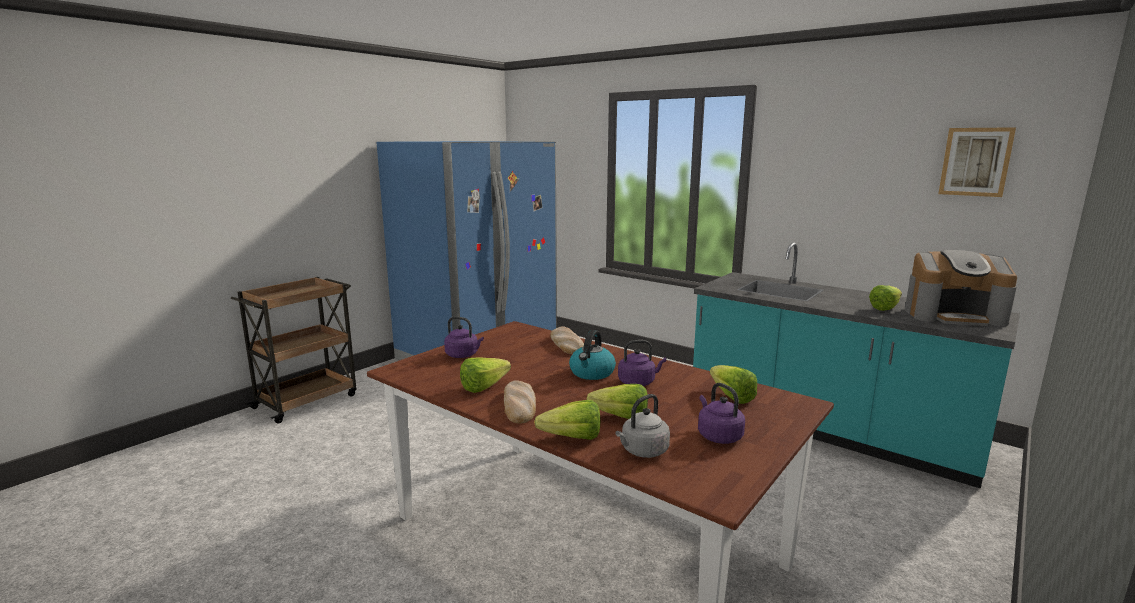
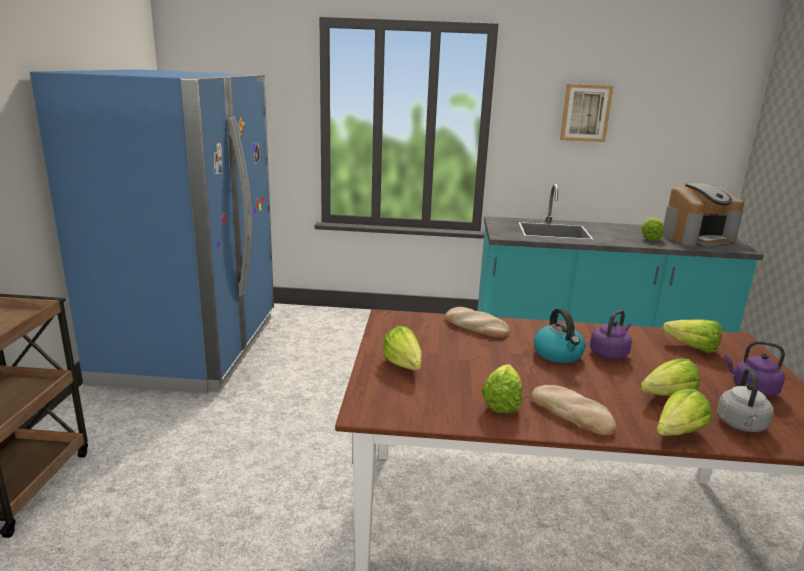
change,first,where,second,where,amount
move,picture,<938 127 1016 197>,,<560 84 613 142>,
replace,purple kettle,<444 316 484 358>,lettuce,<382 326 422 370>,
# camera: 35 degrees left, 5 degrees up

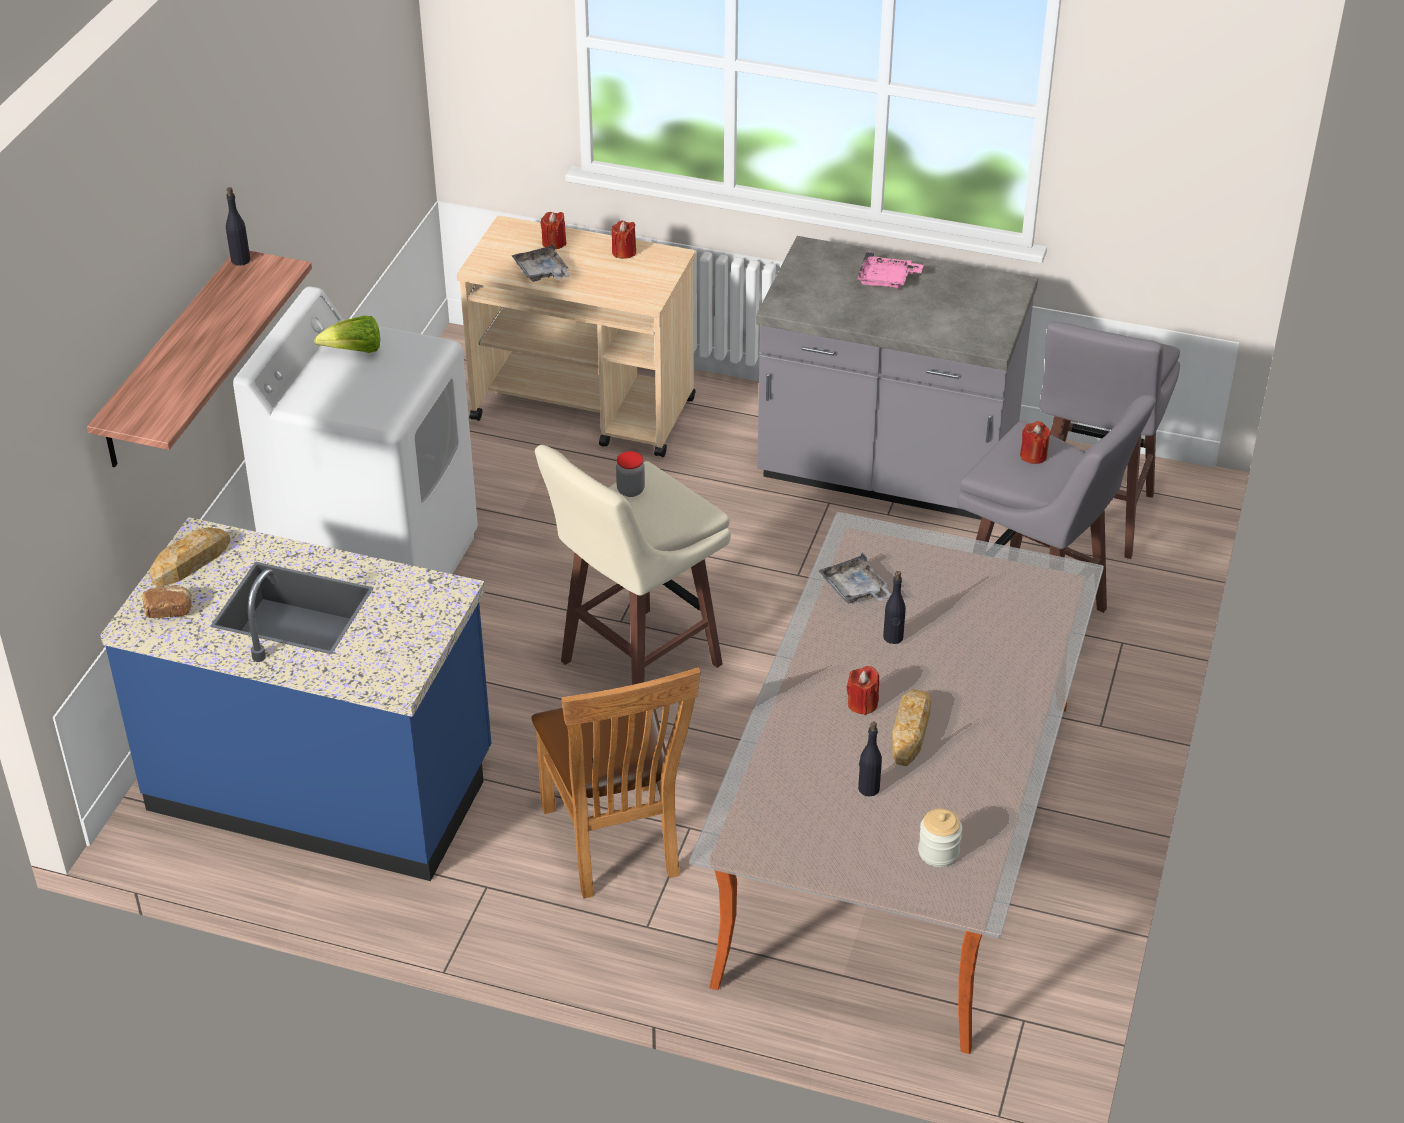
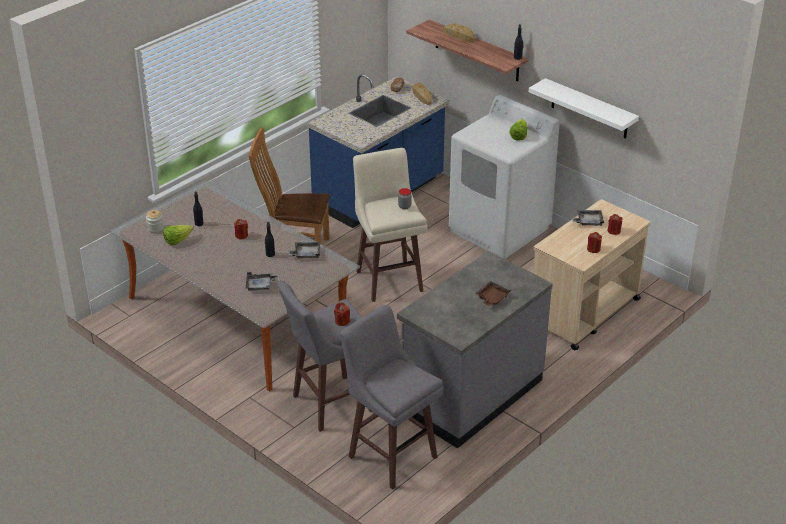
change,first,where,second,where,amount
recolor,pink tray,<857 252 924 289>,brown tray,<475 281 511 306>,
move,bread,<891 689 931 766>,,<443 23 475 42>,
insert,,,white shelf,<529 78 639 139>,
insert,,,lettuce,<163 225 194 245>,
insert,,,grey tray,<246 272 279 291>,
# camera: 115 degrees right, 5 degrees down

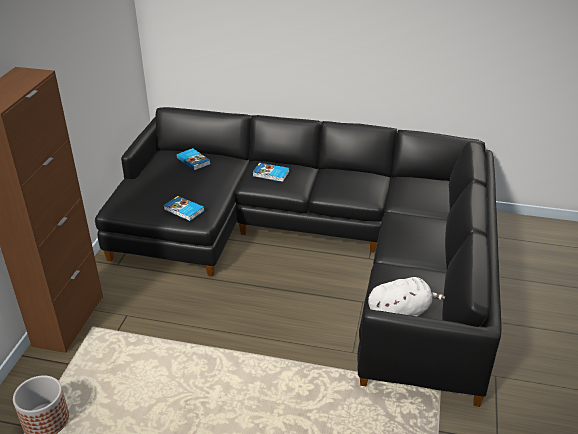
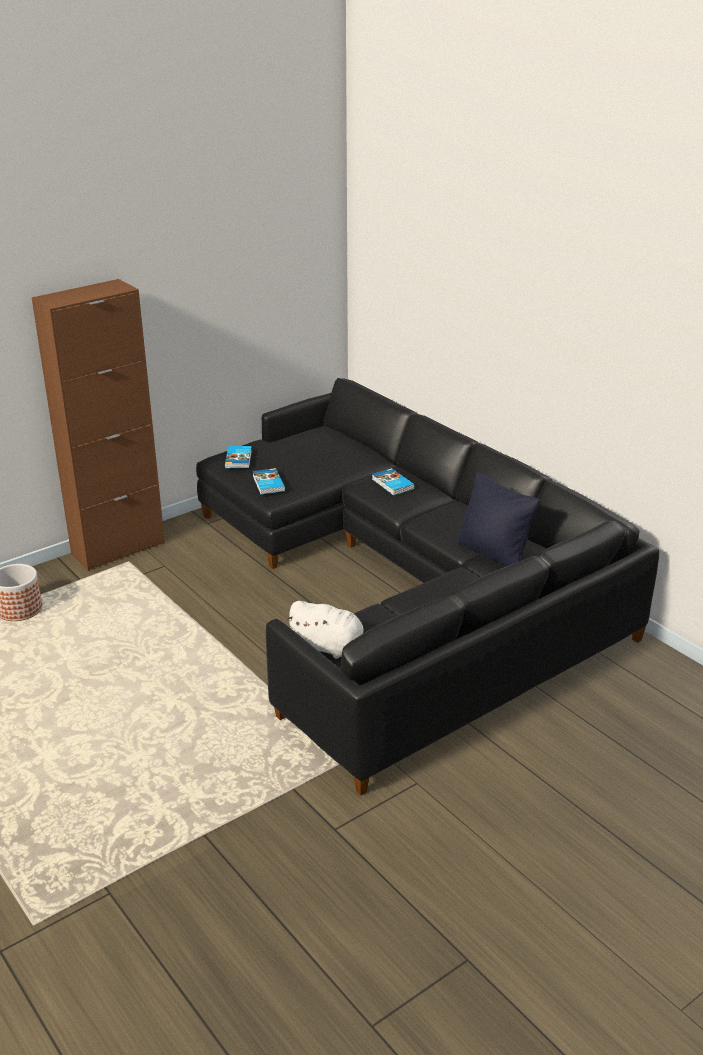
change,first,where,second,where,amount
move,book,<177 148 210 171>,,<225 446 252 468>,
insert,,,black pillow,<457 472 540 567>,
# camera: 40 degrees right, 5 degrees down

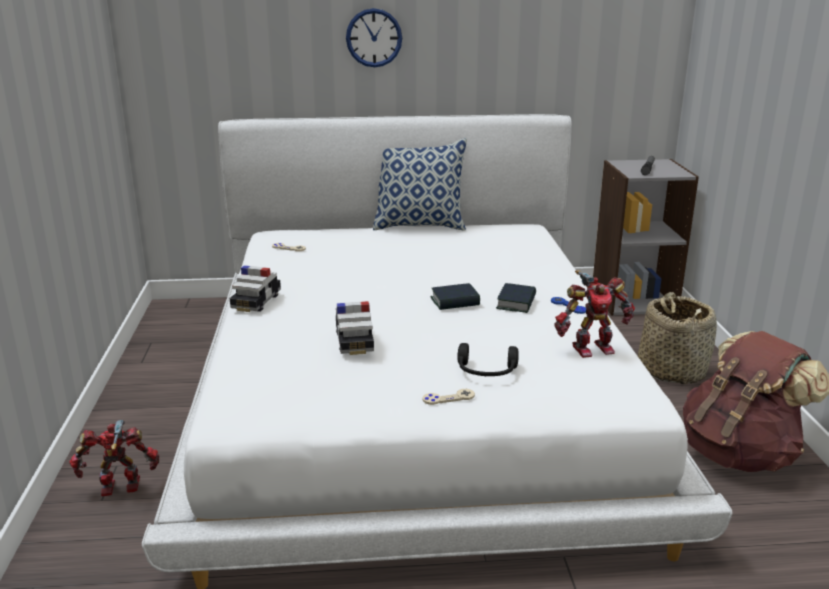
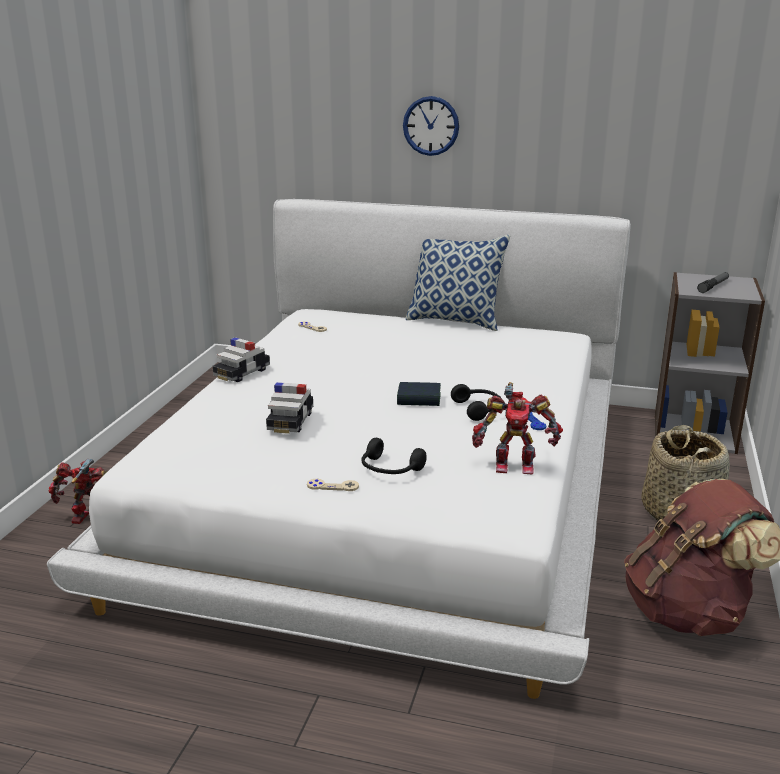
change,first,where,second,where,amount
replace,book,<496 283 536 313>,black headphones,<451 384 501 421>,
# camera: 20 degrees right, 0 degrees up

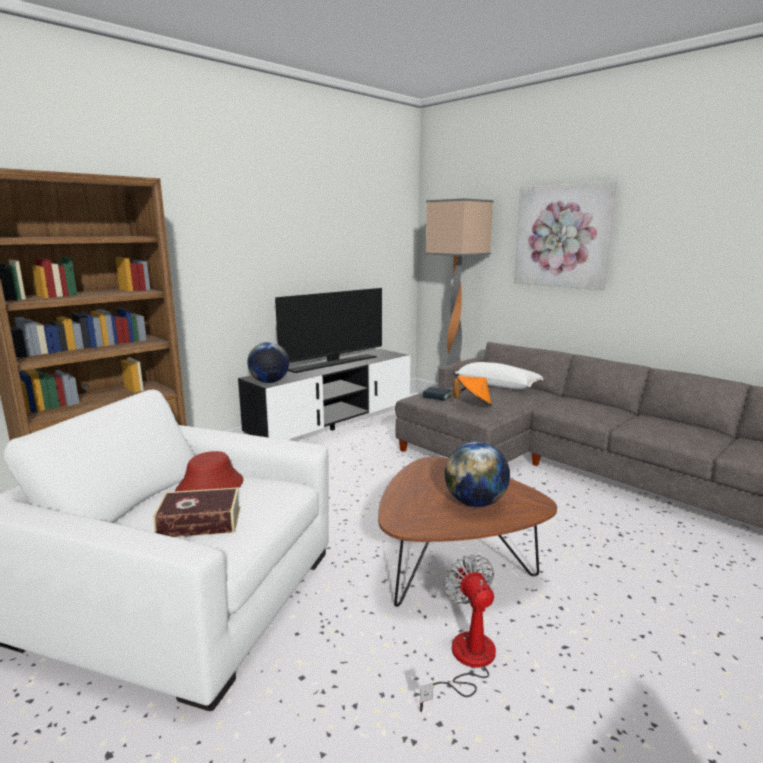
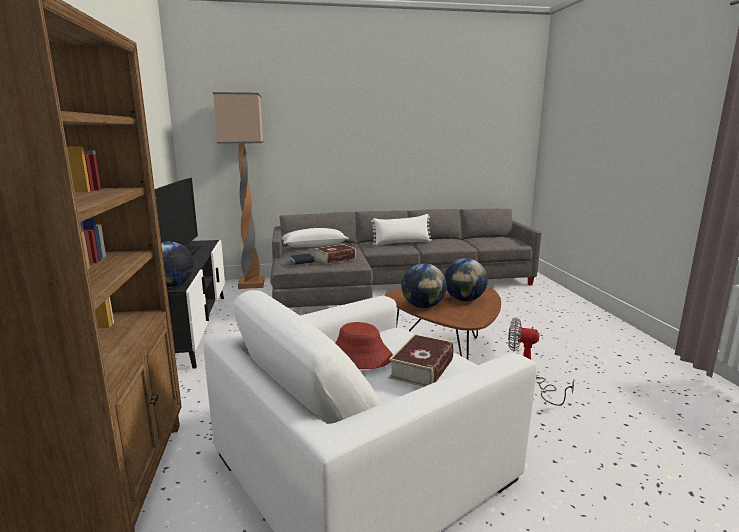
change,first,where,second,where,amount
delete,picture,<514 181 617 290>,,,
replace,orange hat,<453 376 492 406>,book,<315 244 356 264>,
insert,,,white pillow,<371 214 432 246>,
insert,,,globe,<401 263 447 308>,
# camera: 55 degrees left, 0 degrees up

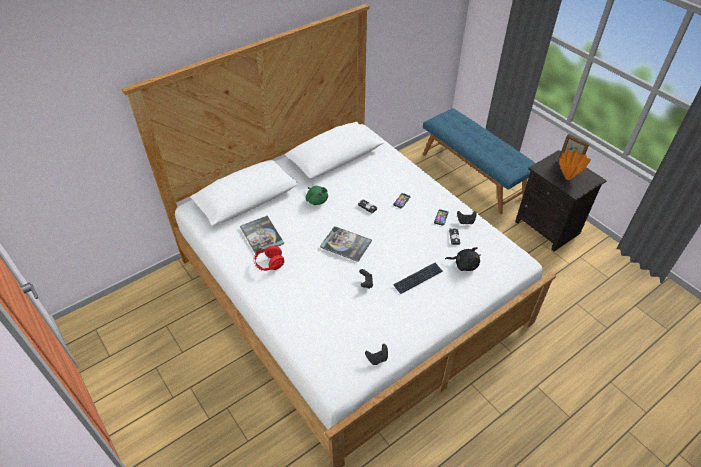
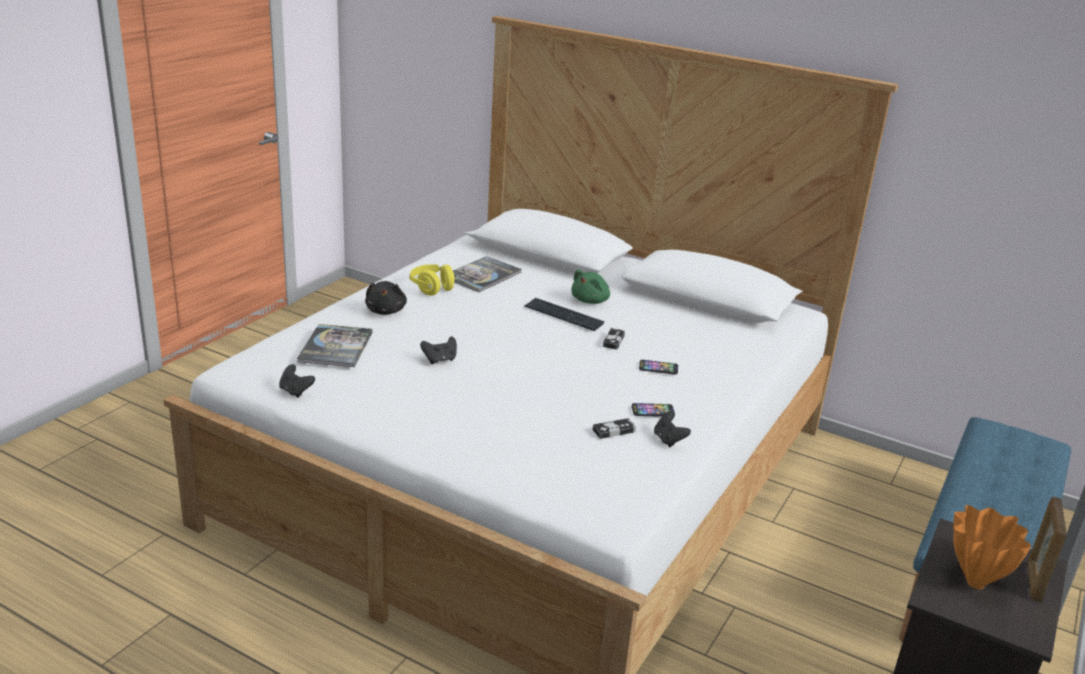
change,first,where,second,where,amount
move,book,<320 226 372 262>,,<297 324 372 367>,
recolor,red headphones,<254 246 284 271>,yellow headphones,<410 264 456 296>,
move,black plush toy,<445 247 481 271>,,<365 281 407 315>,
move,keyboard,<393 263 443 294>,,<524 298 604 331>,
# camera: 65 degrees right, 20 degrees down

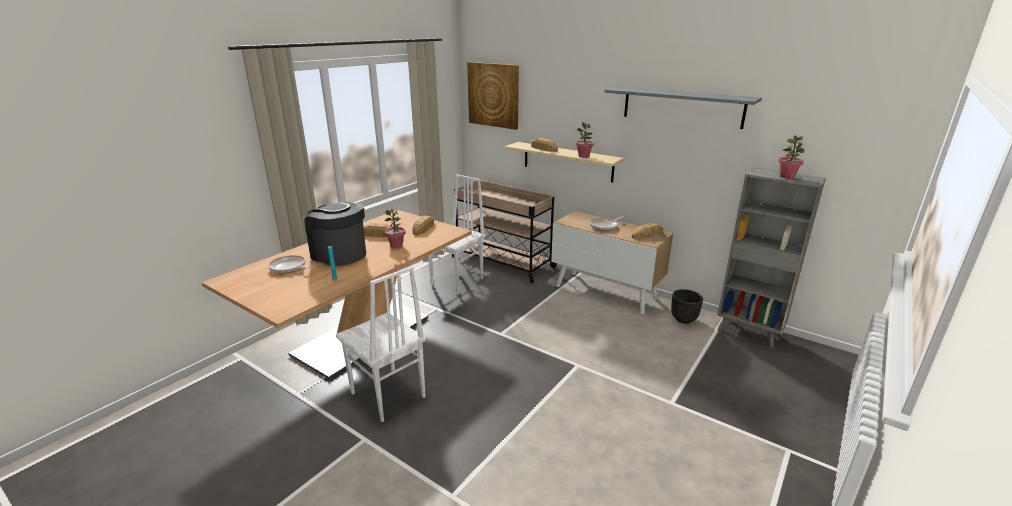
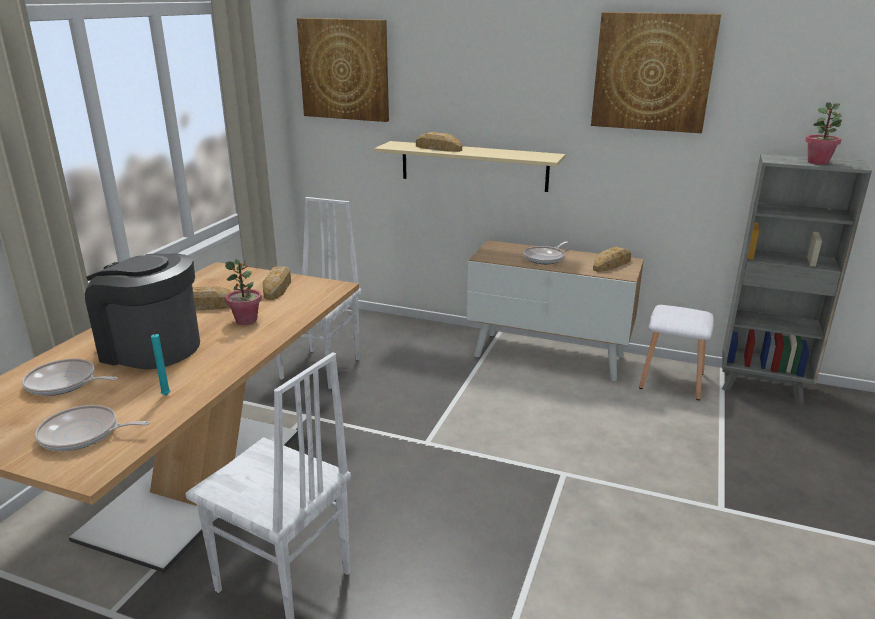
change,first,where,second,where,amount
replace,grey shelf,<605 87 762 129>,picture,<591 12 721 133>,
delete,potted plant,<576 122 594 158>,,,
delete,beige cart,<452 180 557 283>,,,
replace,black planter,<671 289 703 324>,white stool,<639 305 714 400>,
insert,,,frying pan,<35 405 150 451>,
# camera: 15 degrees left, 0 degrees up

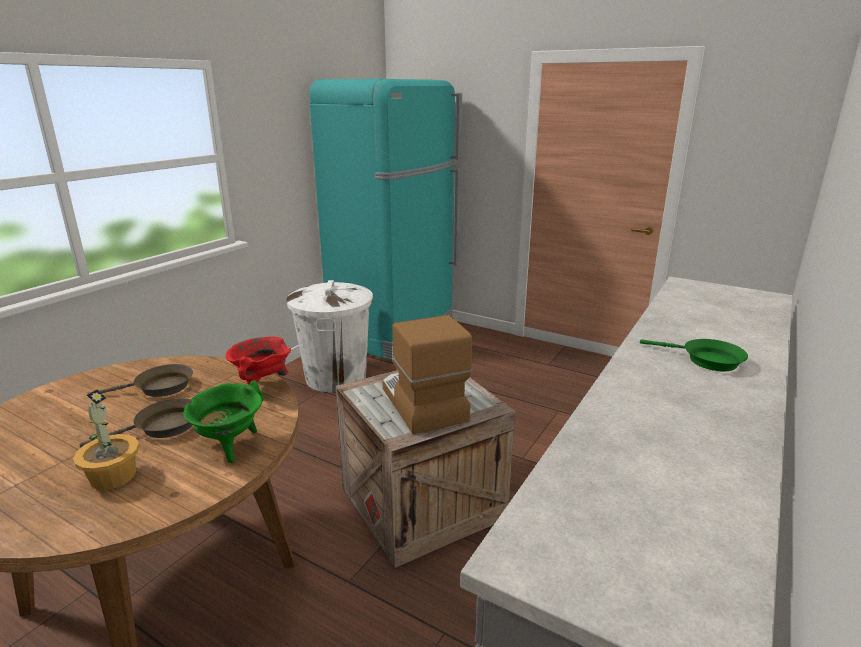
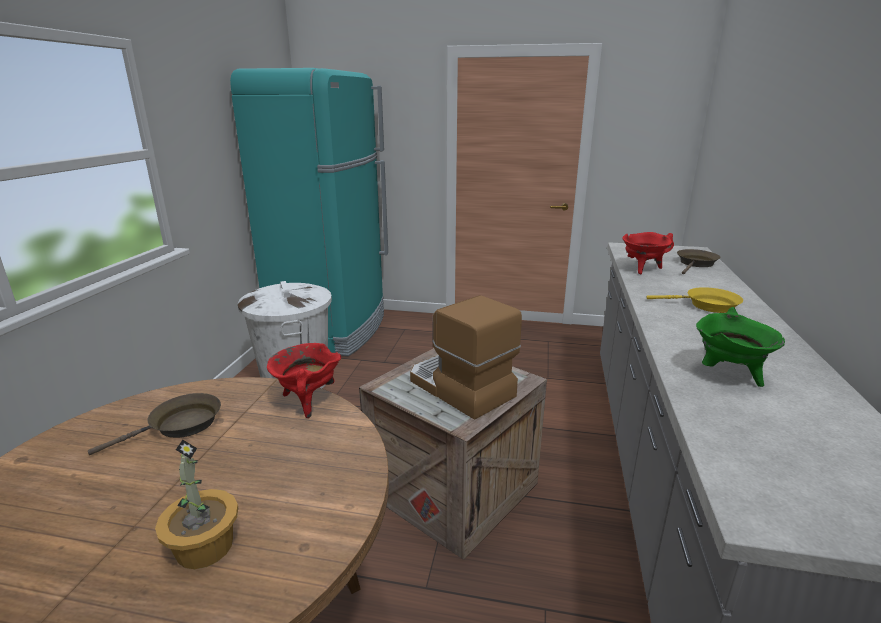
change,first,where,second,where,amount
recolor,green frying pan,<640 339 748 371>,yellow frying pan,<647 287 743 313>,
move,green cooking pot,<183 380 263 463>,,<696 307 785 387>,
move,brown frying pan,<79 398 193 448>,,<677 249 720 274>,
insert,,,red cooking pot,<622 232 674 274>,
# camera: 20 degrees left, 0 degrees up

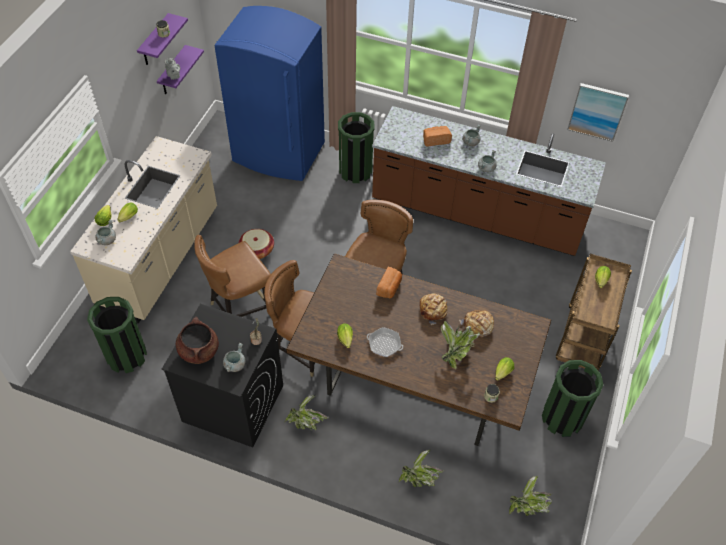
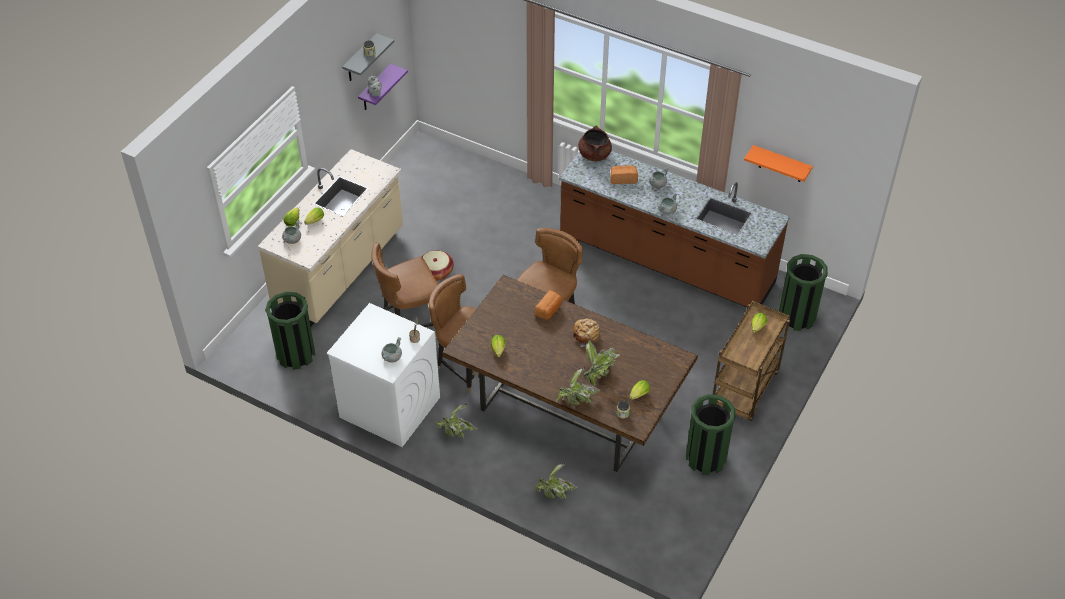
change,first,where,second,where,amount
delete,blue fridge,<215 6 325 181>,,,
recolor,purple shelf,<137 13 188 65>,grey shelf,<342 33 394 81>,
replace,picture,<567 83 629 142>,orange shelf,<744 145 813 182>,
move,green trash can,<338 112 375 183>,,<779 254 828 331>,
recolor,black washing machine,<162 304 283 447>,white washing machine,<327 303 440 447>,
delete,bread,<459 310 494 337>,,,
move,brown cooking pot,<176 317 219 364>,,<578 126 612 161>,
delete,frying pan,<367 327 403 357>,,,
move,potted plant,<509 475 552 516>,,<556 367 600 406>,
# camera: 10 degrees right, 5 degrees down

